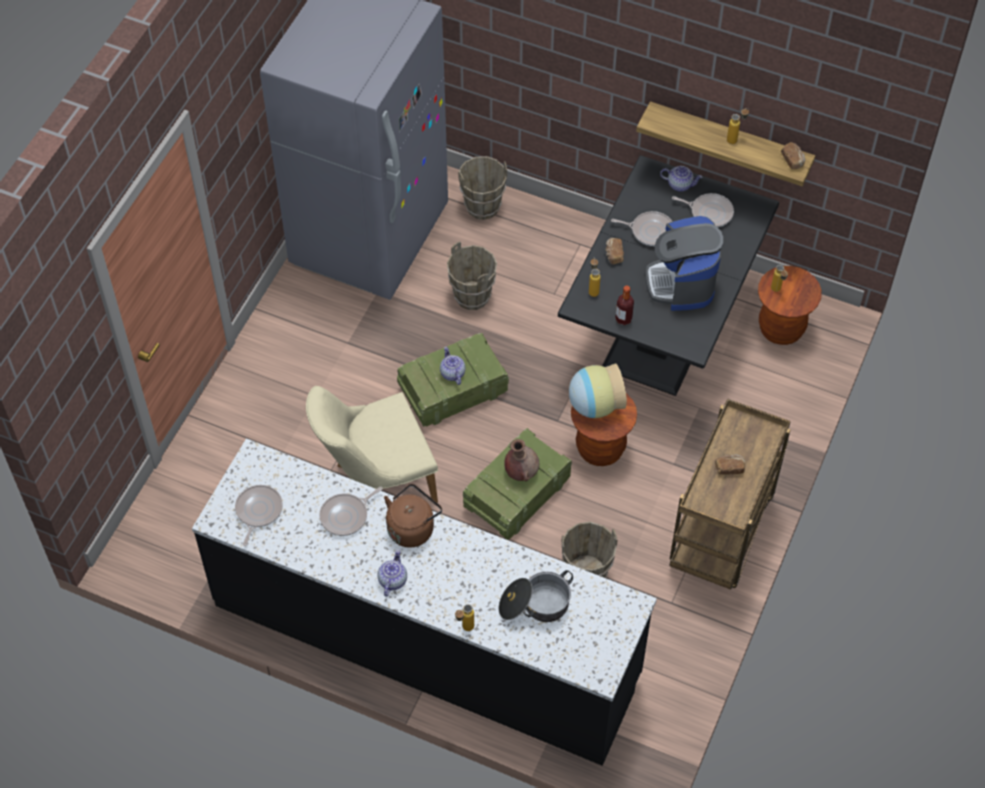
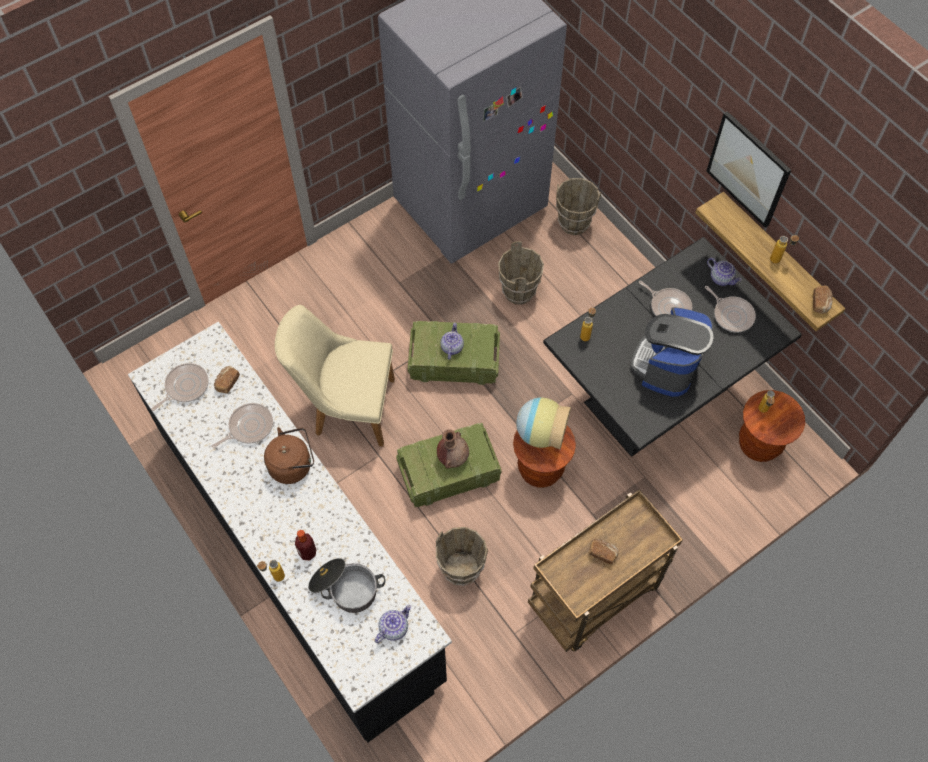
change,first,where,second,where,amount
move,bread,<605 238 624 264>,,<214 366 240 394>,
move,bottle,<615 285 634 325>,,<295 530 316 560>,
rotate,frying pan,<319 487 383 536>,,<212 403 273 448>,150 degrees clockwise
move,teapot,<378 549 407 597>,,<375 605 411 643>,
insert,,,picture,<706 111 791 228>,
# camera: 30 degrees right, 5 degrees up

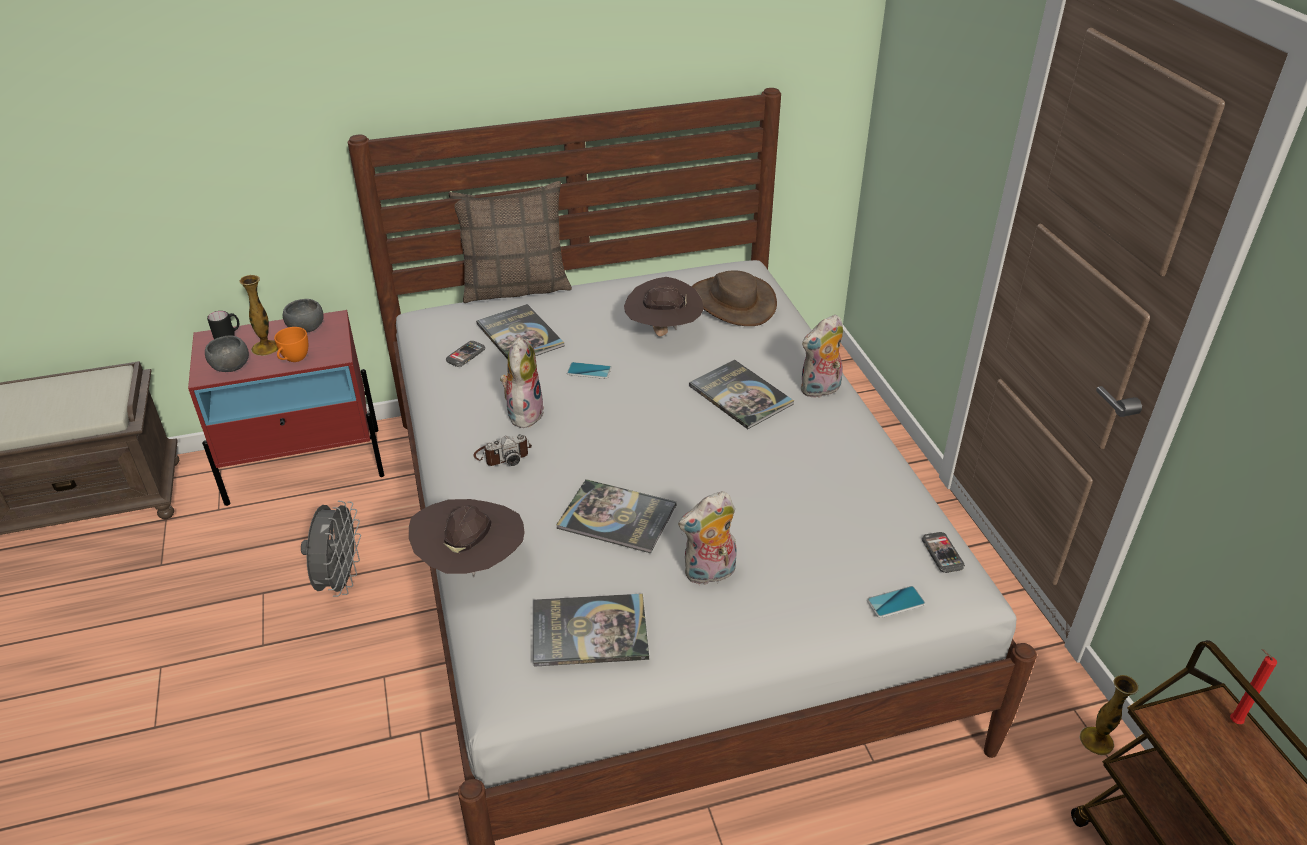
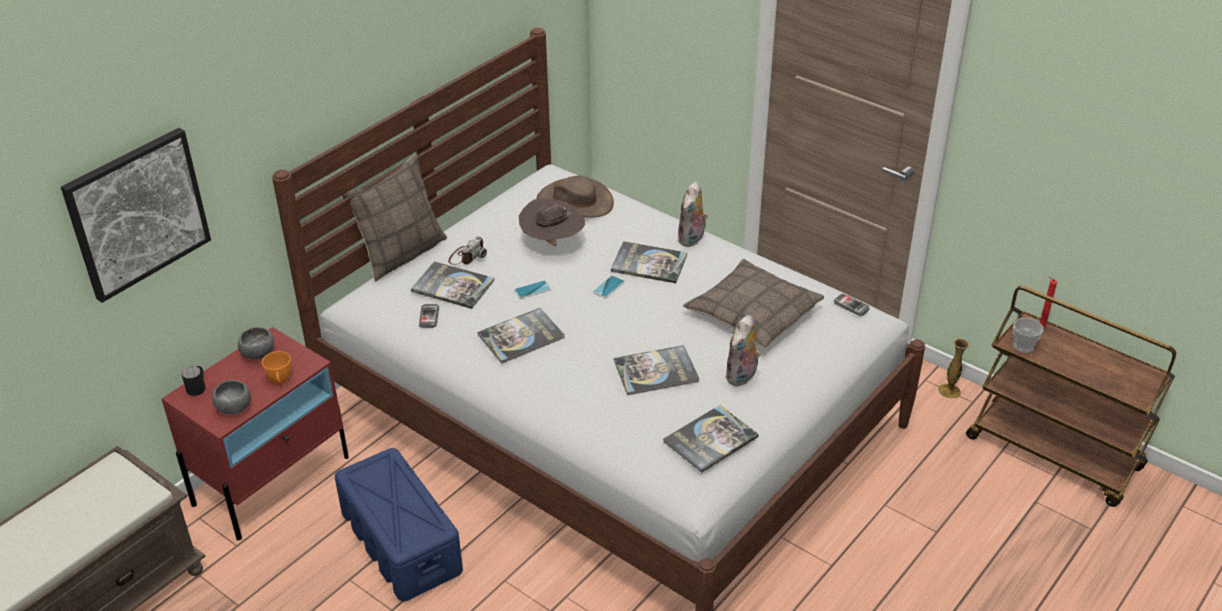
change,first,where,second,where,amount
delete,vase,<239 275 278 356>,,,
replace,plush toy,<500 337 544 428>,book,<477 308 565 364>,
move,photo camera,<473 434 532 466>,,<448 236 487 265>,
delete,brown hat,<409 499 525 577>,,,
replace,grey fan,<301 501 361 597>,blue storage box,<335 448 463 601>,
move,phone,<867 586 926 618>,,<593 276 625 298>,
insert,,,picture,<61 128 211 303>,
insert,,,pillow,<683 259 824 348>,
insert,,,cup,<1013 318 1044 353>,
# camera: 35 degrees left, 0 degrees up

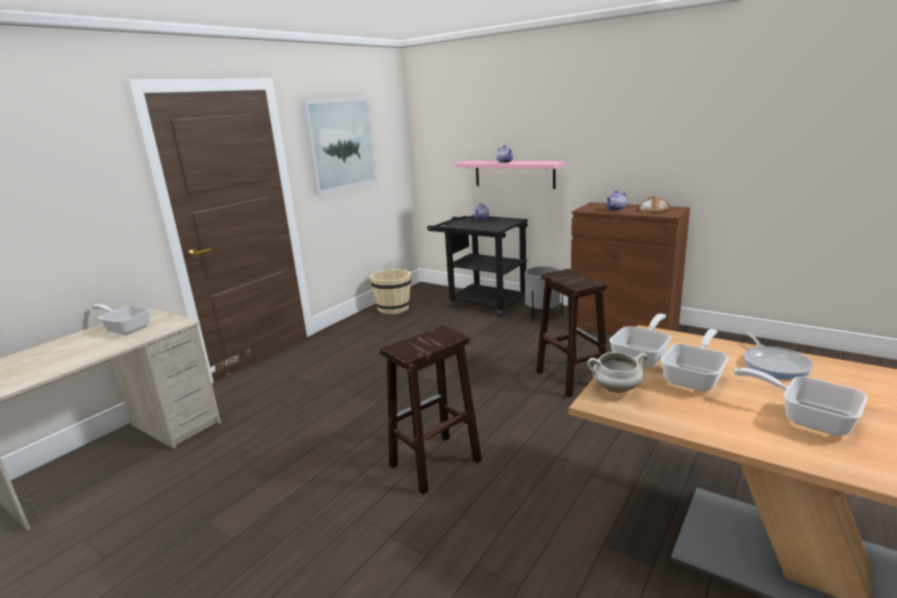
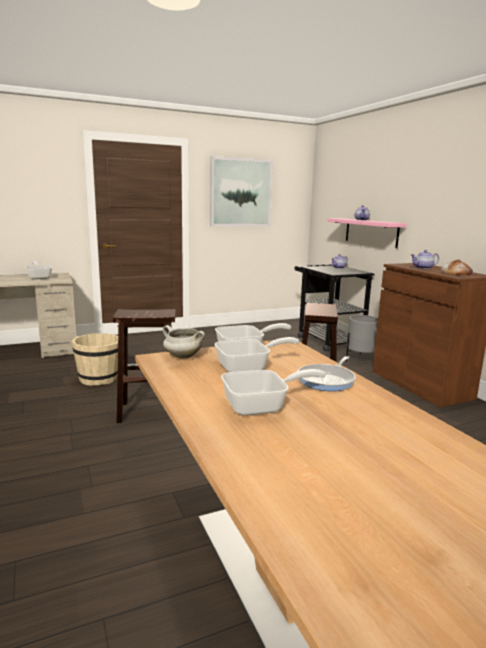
change,first,where,second,where,amount
move,beige bucket,<370 269 411 314>,,<72 333 118 386>,
rotate,frying pan,<733 368 868 436>,,<221 369 326 416>,90 degrees clockwise
# camera: 30 degrees right, 5 degrees down

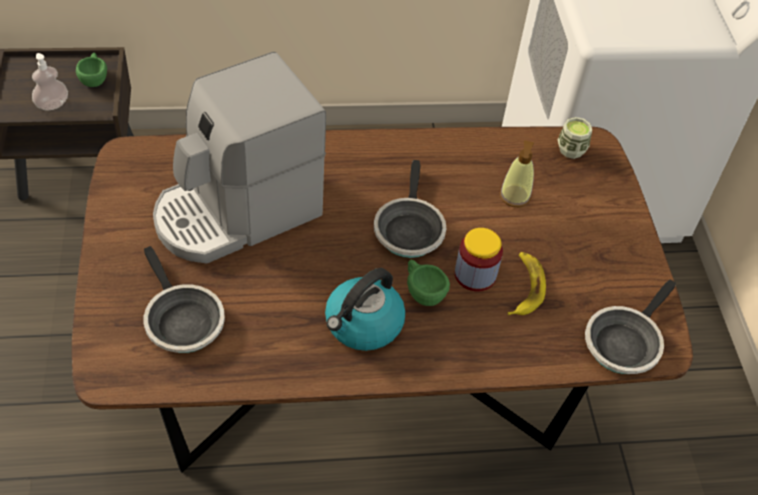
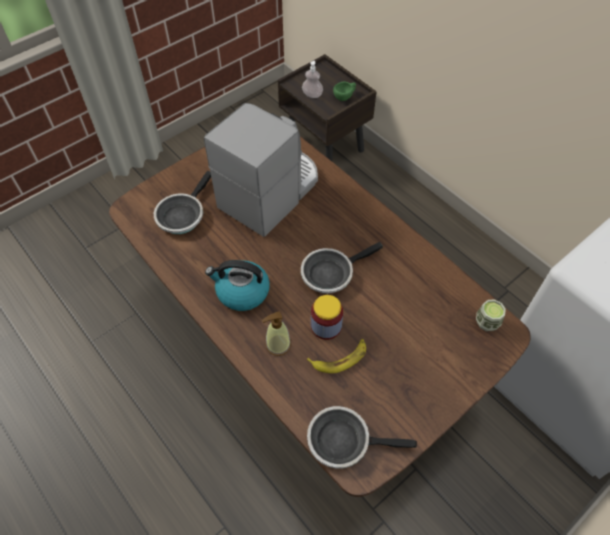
change,first,where,second,where,amount
rotate,coffee machine,<153 52 326 263>,,<204 103 318 237>,105 degrees clockwise
move,soap dispenser,<500 140 534 207>,,<262 311 291 356>,
delete,green cup,<407 260 450 306>,,,
# camera: 60 degrees right, 5 degrees up

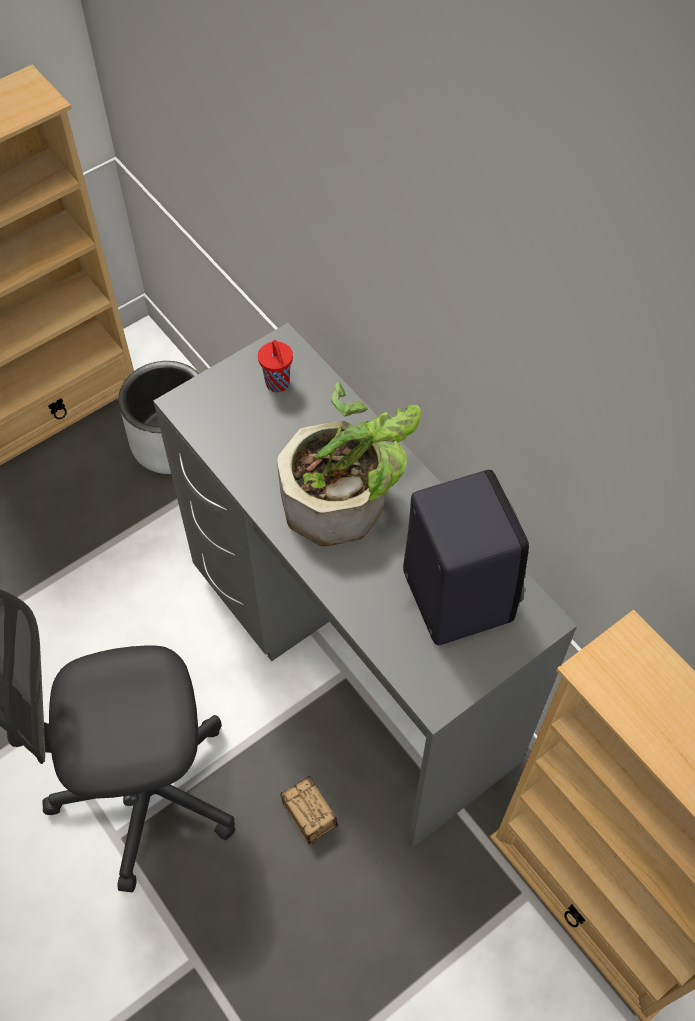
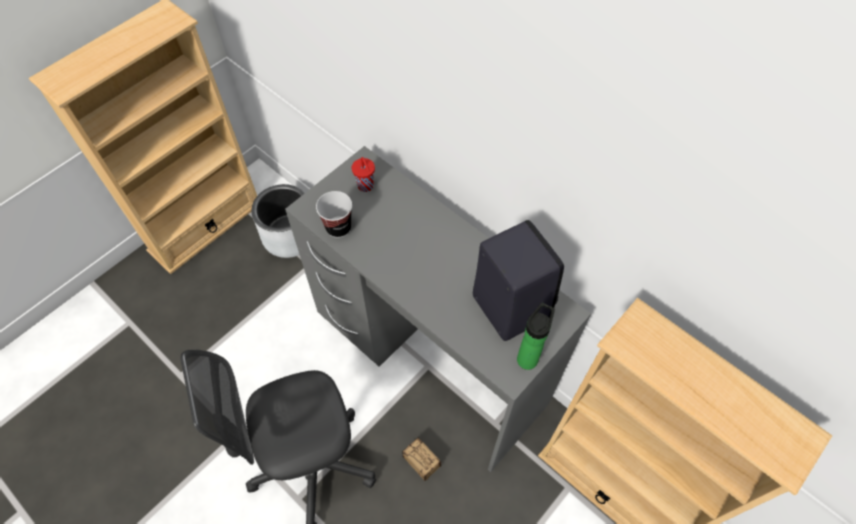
change,first,where,second,where,amount
delete,potted plant,<277 382 422 546>,,,
insert,,,cup,<316 191 352 238>,
insert,,,bottle,<517 303 555 370>,
# camera: 10 degrees left, 0 degrees up

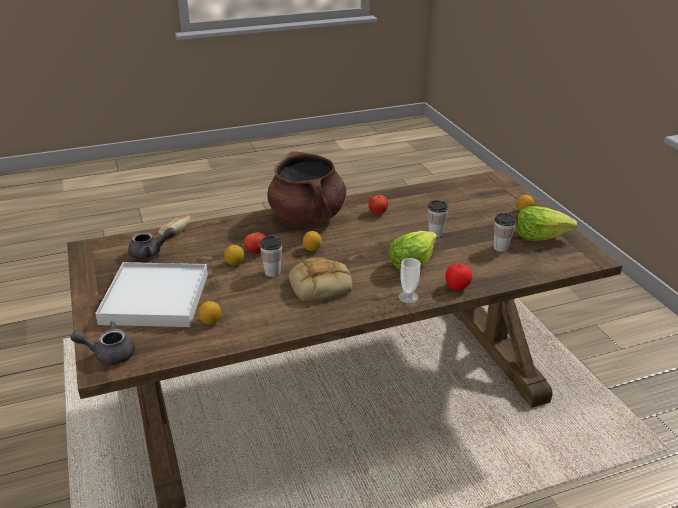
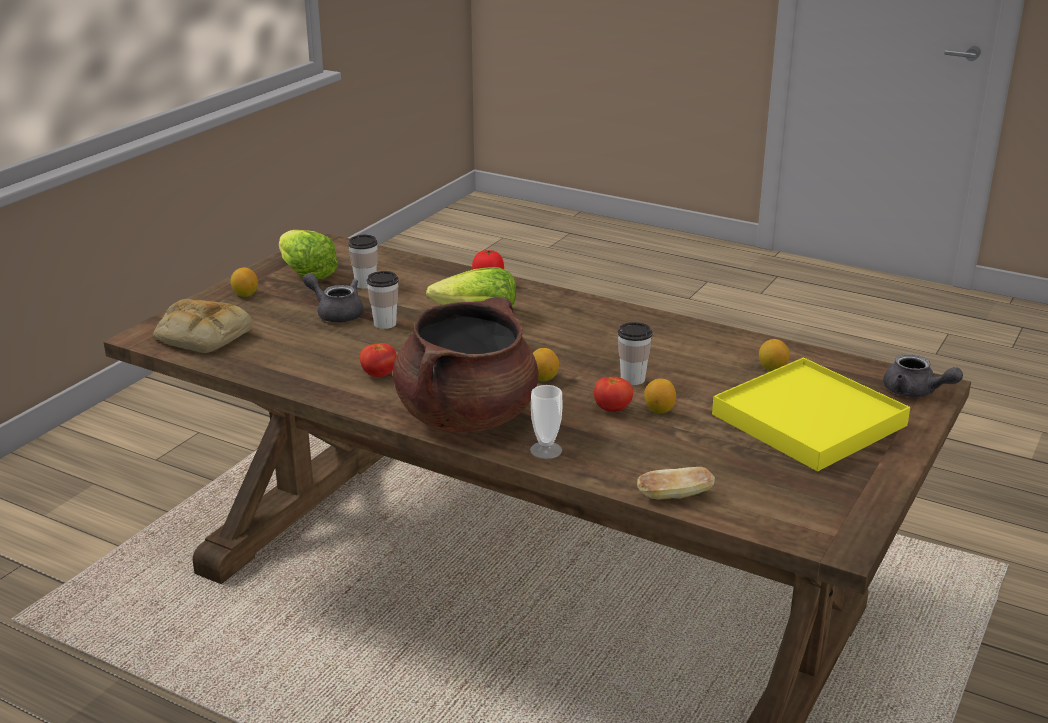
change,first,where,second,where,amount
move,grey teapot,<128 227 176 259>,,<303 273 363 322>,
move,bread,<289 257 352 302>,,<153 299 252 353>,
move,cup,<399 258 420 303>,,<530 385 563 459>,
recolor,white tray,<95 262 208 327>,yellow tray,<712 357 910 471>,
# camera: 130 degrees left, 5 degrees down

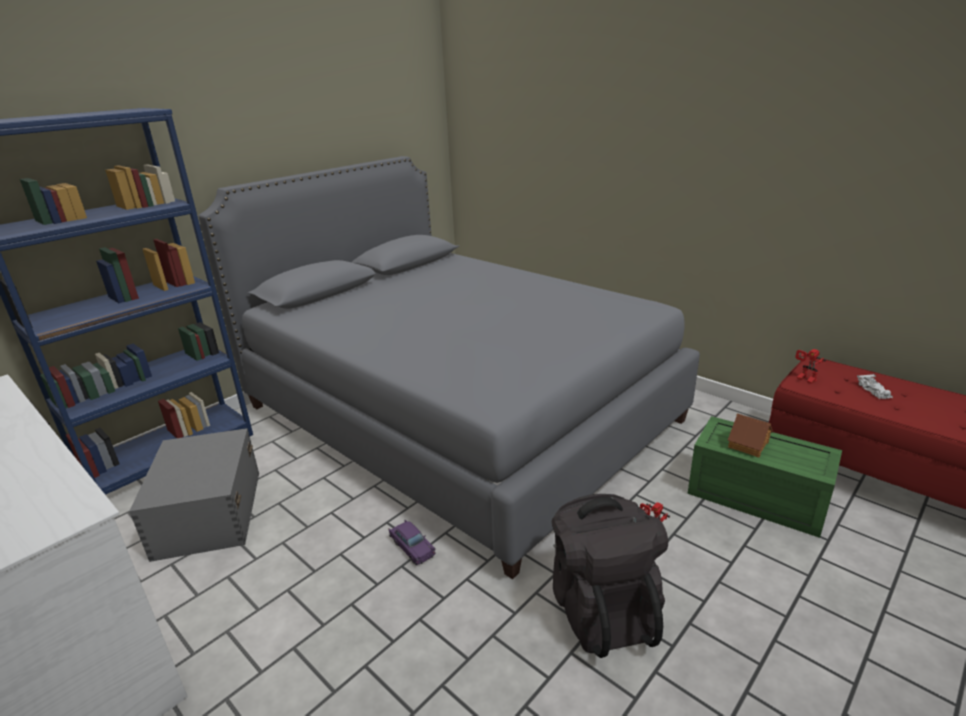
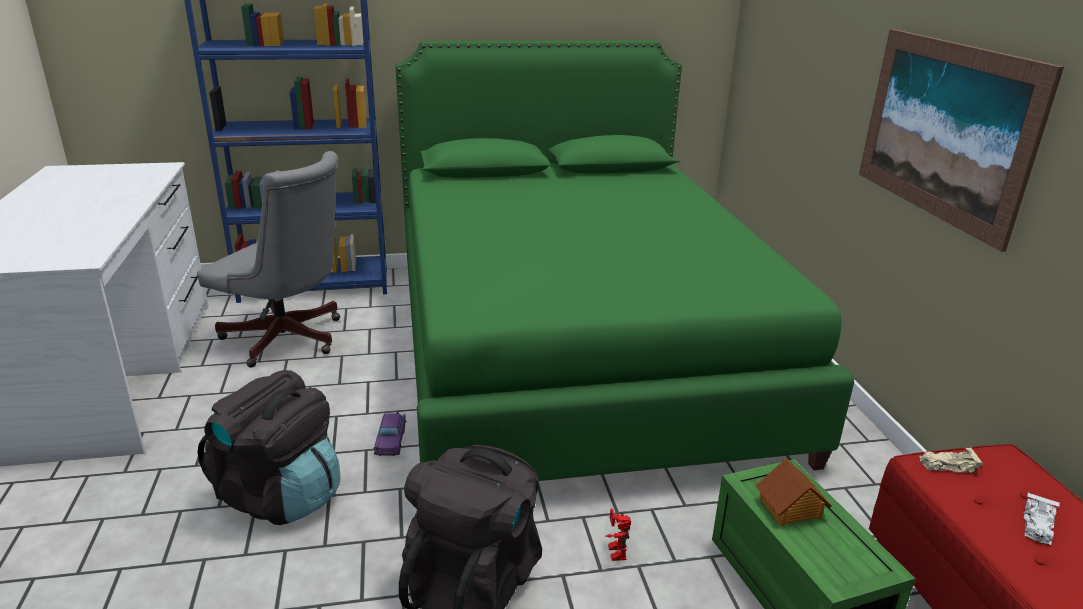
change,first,where,second,where,amount
recolor,grey bed,<198 156 700 579>,green bed,<396 40 854 481>,
replace,toy robot,<795 349 826 384>,beige toy car,<919 447 984 473>,
replace,grey storage box,<129 428 259 562>,grey office chair,<197 151 340 368>,
insert,,,picture,<859 29 1064 252>,
insert,,,black backpack,<197 370 340 525>,
# camera: 35 degrees right, 0 degrees up

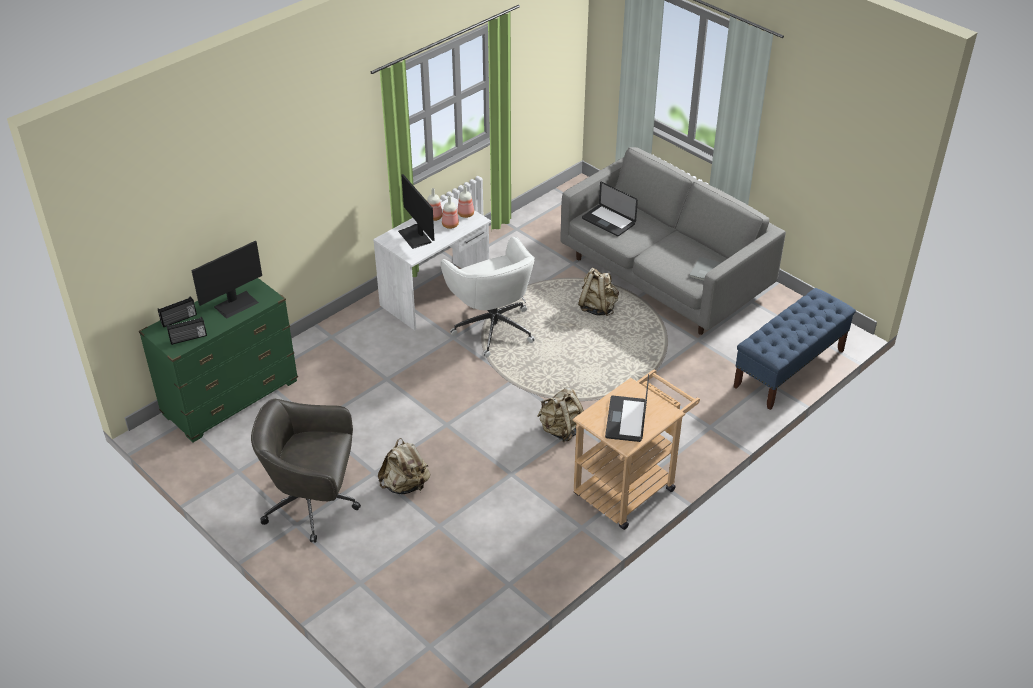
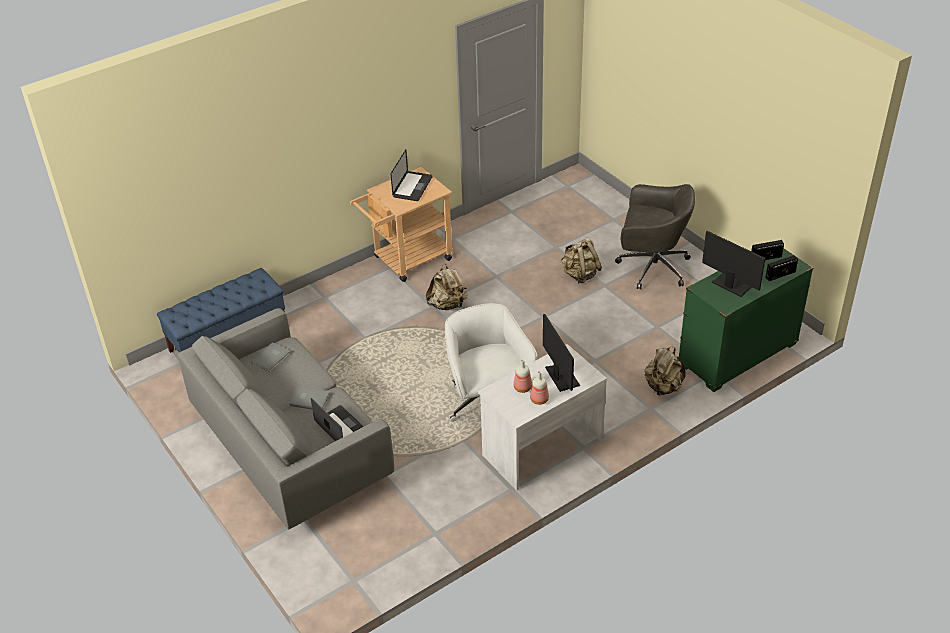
change,first,where,second,where,amount
delete,bottle,<457 185 474 218>,,,
rotate,monitor,<191 241 262 319>,,<702 231 766 297>,75 degrees clockwise
move,beige backpack,<578 268 619 316>,,<645 347 686 396>,
insert,,,grey book,<290 386 330 410>,
# camera: 170 degrees left, 0 degrees up

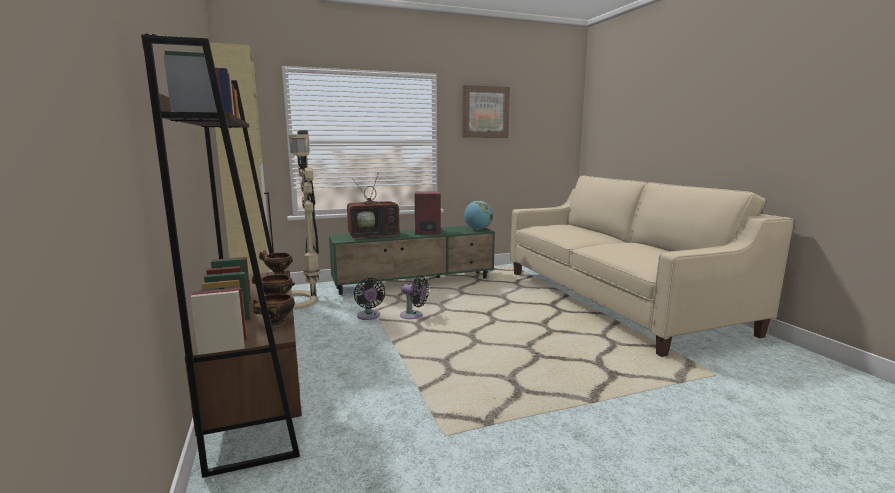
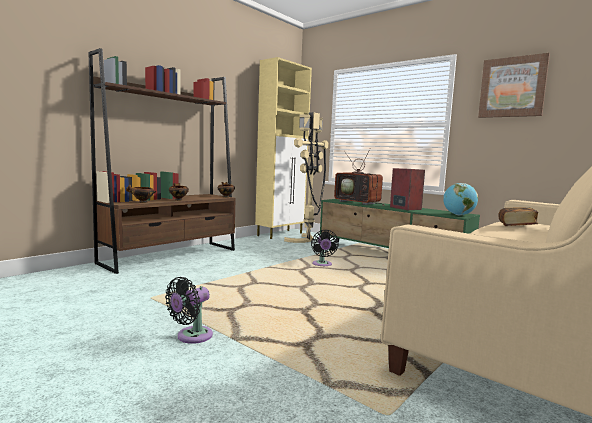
change,first,where,second,where,amount
move,black fan,<354 278 385 320>,,<165 277 213 344>,
insert,,,book,<498 208 538 226>,
# camera: 60 degrees right, 5 degrees down

